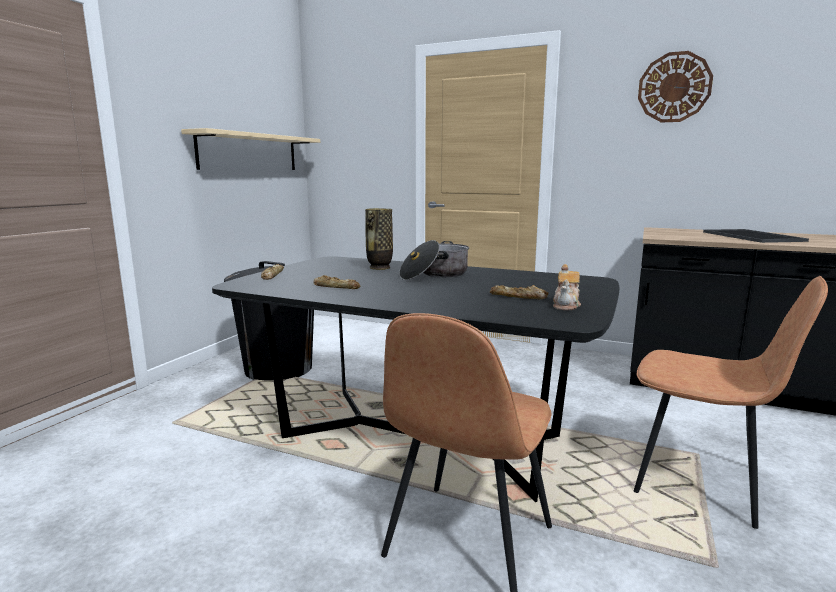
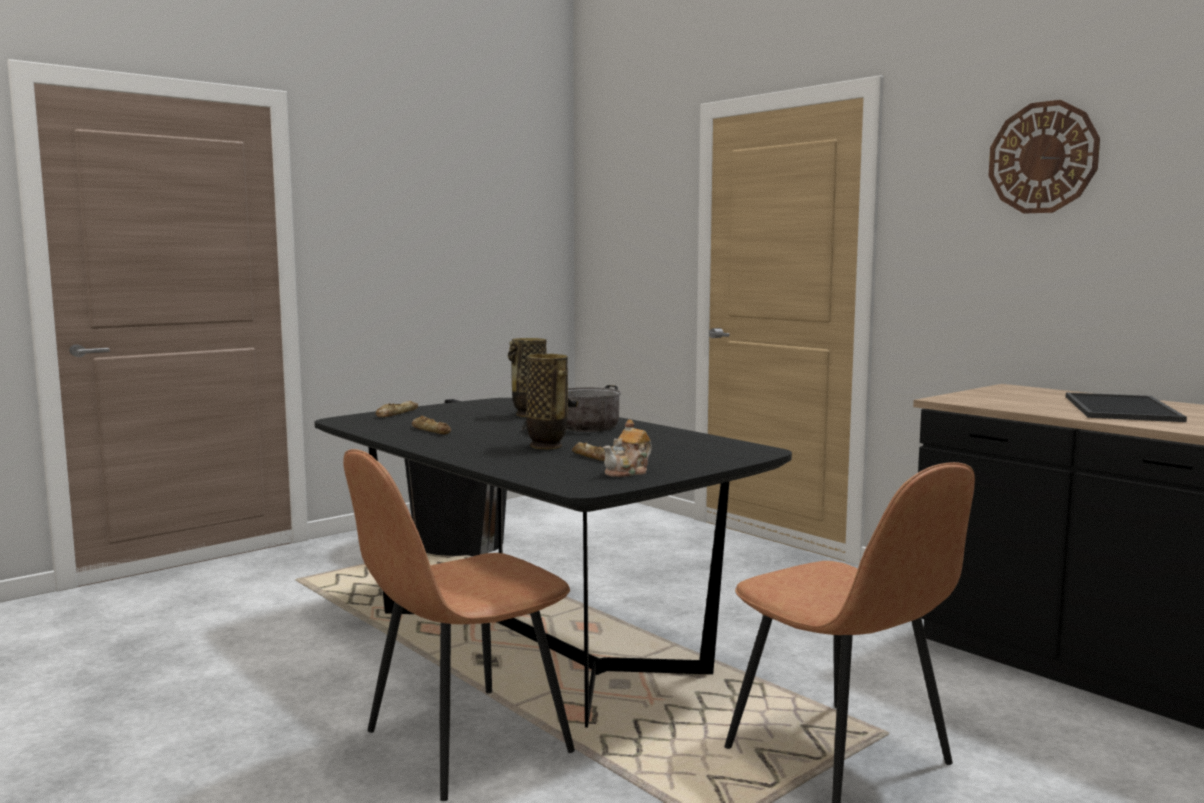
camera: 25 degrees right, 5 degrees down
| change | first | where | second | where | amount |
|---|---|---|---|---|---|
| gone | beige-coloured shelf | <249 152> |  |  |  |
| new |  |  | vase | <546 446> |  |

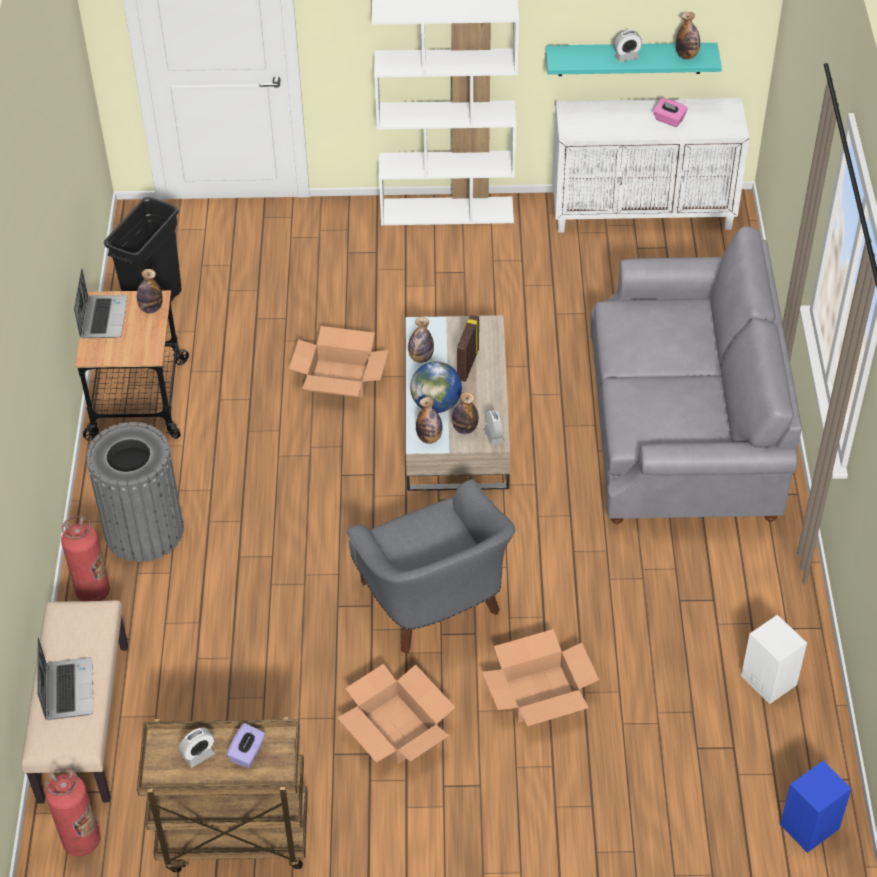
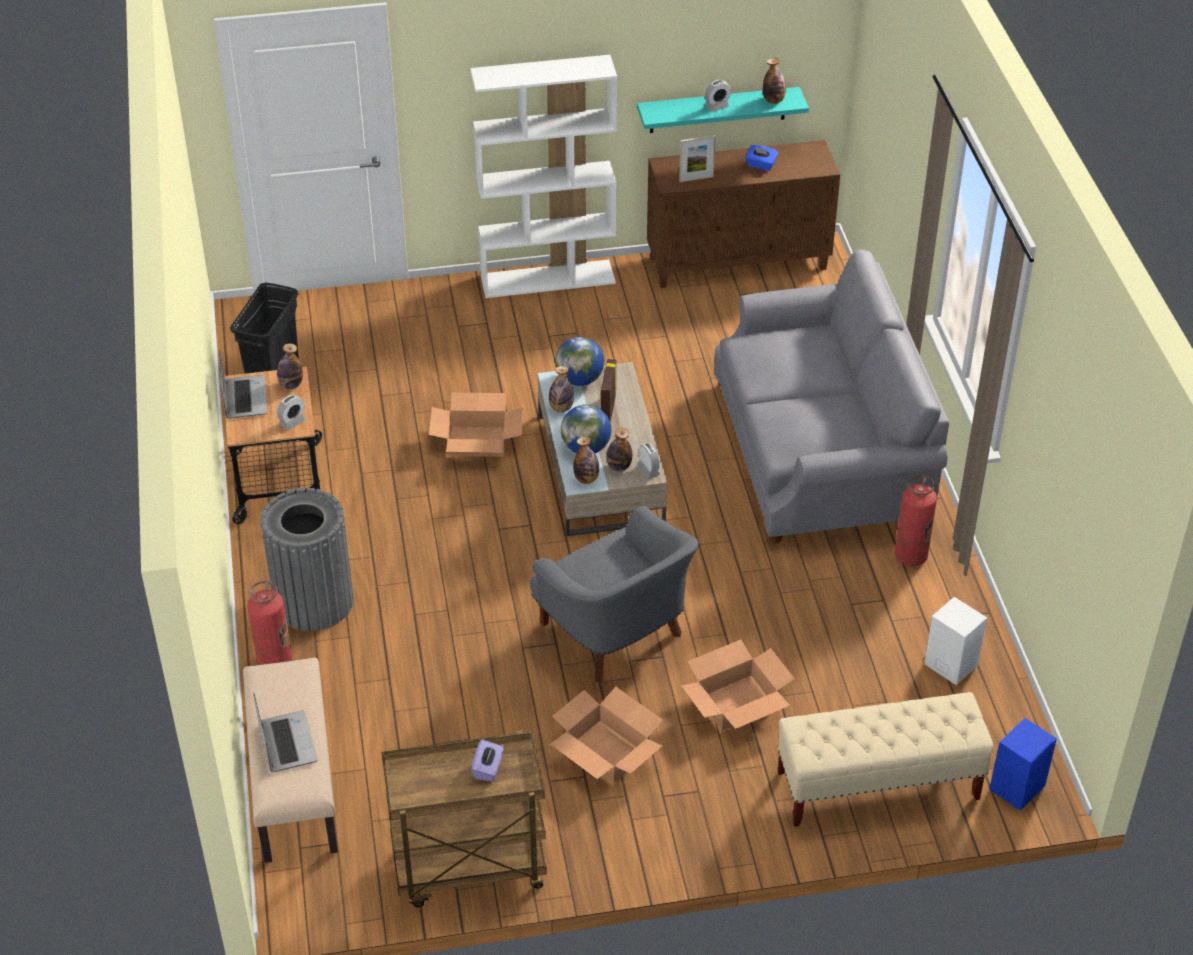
camera: 10 degrees left, 5 degrees down
| change | first | where | second | where | amount |
|---|---|---|---|---|---|
| repainted | white cabinet | <643 212> | brown cabinet | <739 262> |  |
| repainted | pinkish tissue holder | <669 120> | blue tissue holder | <760 165> |  |
| shifted | alarm clock | <198 755> |  | <292 422> |  |
| shifted | fire extinguisher | <81 841> |  | <910 556> |  |
| new |  |  | picture frame | <696 179> |  |
| new |  |  | world globe | <579 379> |  |
| new |  |  | beige-coloured indoor bench | <877 786> |  |

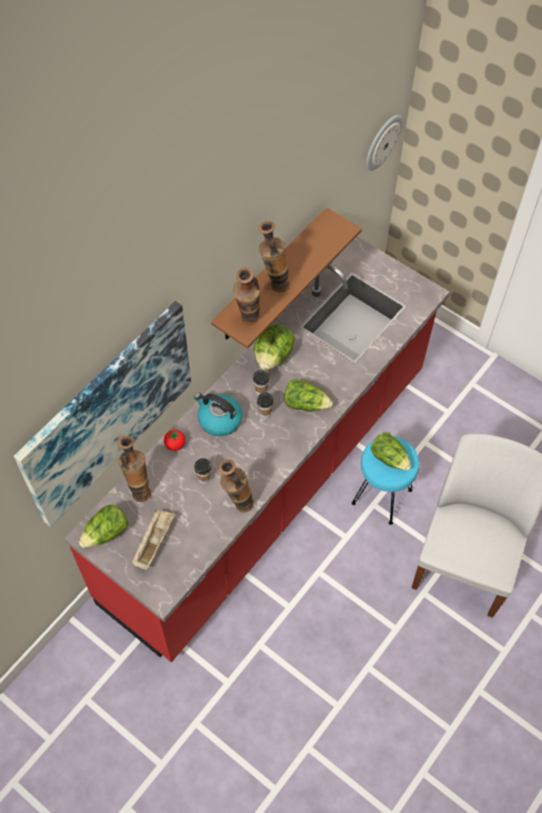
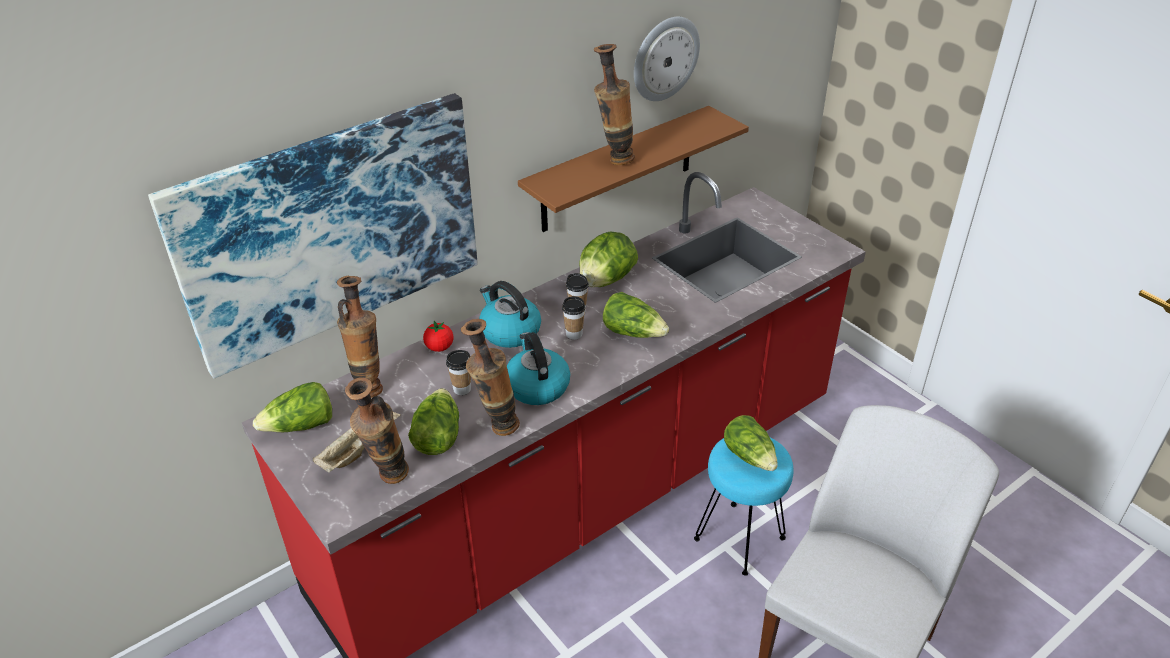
camera: 15 degrees right, 20 degrees down
| change | first | where | second | where | amount |
|---|---|---|---|---|---|
| shifted | hanging clock | <382 142> |  | <665 58> |  |
| shifted | vase | <248 323> |  | <387 480> |  |
| new |  |  | tea kettle | <536 386> |  |
| new |  |  | lettuce | <437 435> |  |

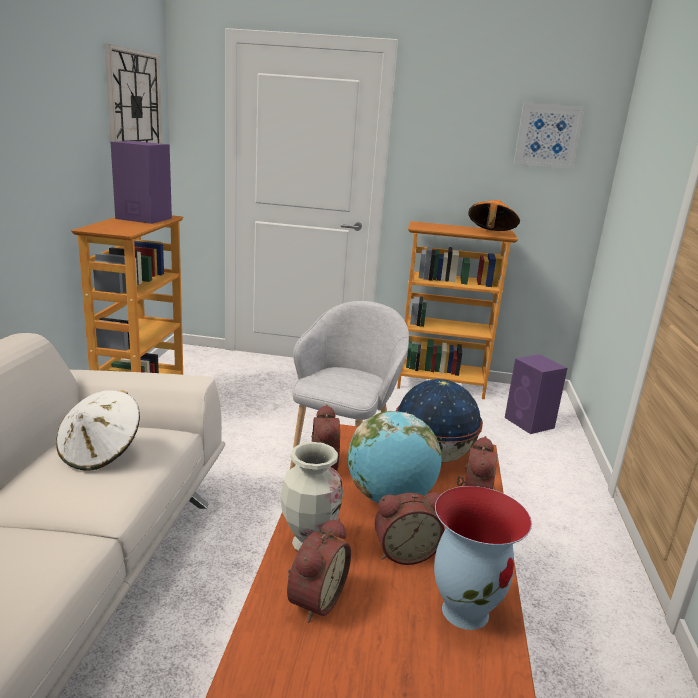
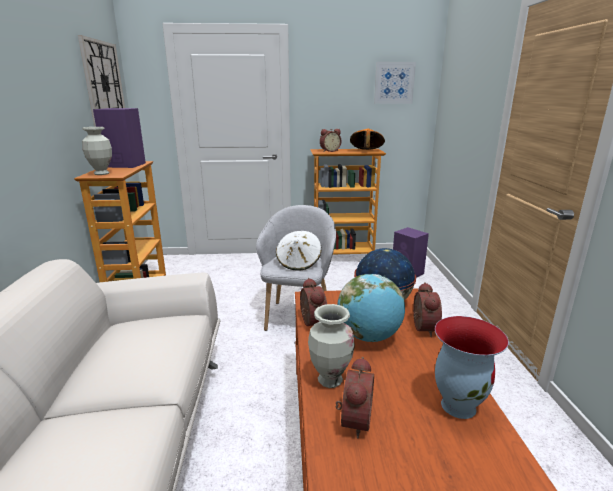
camera: 10 degrees left, 0 degrees up
| change | first | where | second | where | amount |
|---|---|---|---|---|---|
| shifted | white wearable hat | <100 452> |  | <299 263> |  |
| shifted | alarm clock | <404 552> |  | <329 151> |  |
| new |  |  | vase | <101 174> |  |

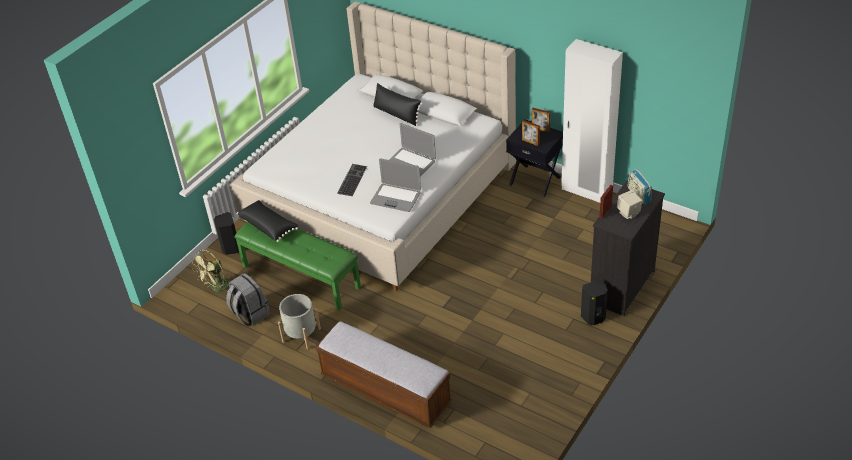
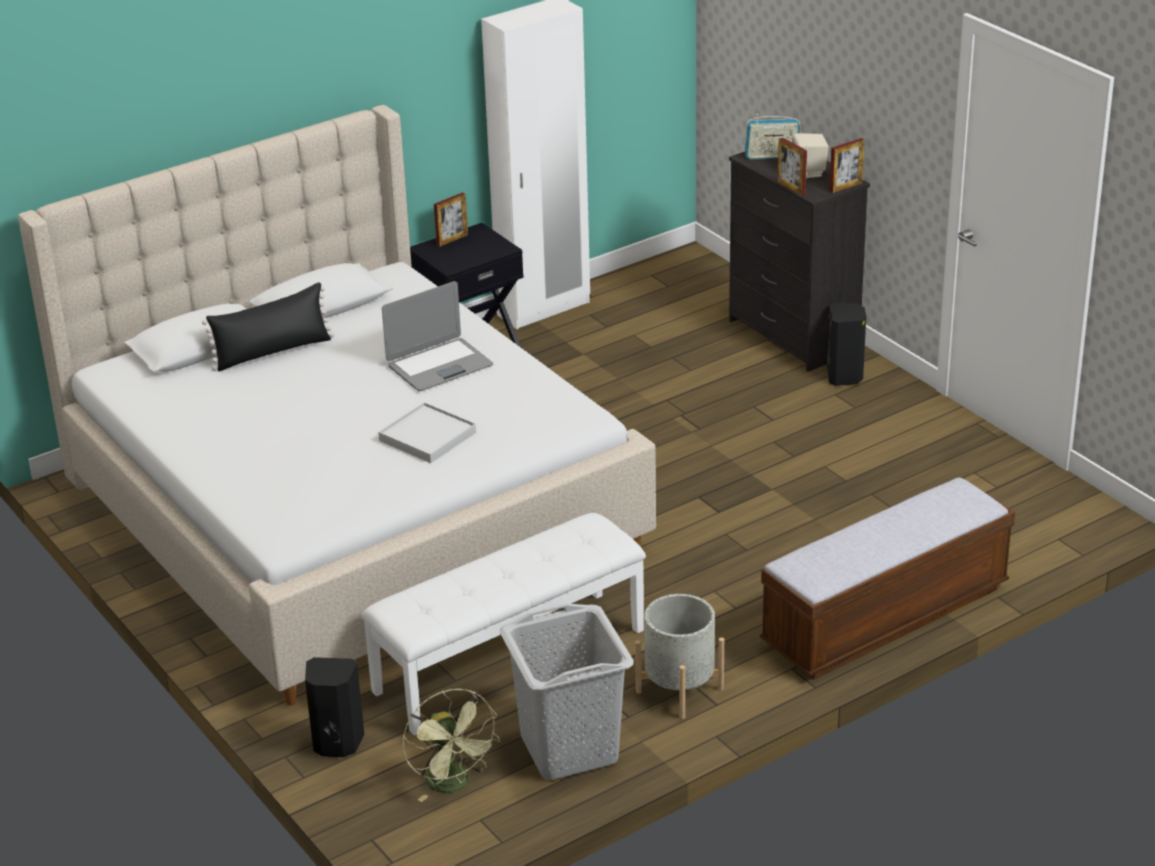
camera: 70 degrees left, 10 degrees down
| change | first | where | second | where | amount |
|---|---|---|---|---|---|
| shifted | picture frame | <530 142> |  | <846 187> |  |
| gone | laptop | <396 198> |  |  |  |
| swapped | computer keyboard | <351 179> | white serving tray | <427 436> |  |
| gone | black-coloured throw pillow | <269 226> |  |  |  |
| repainted | green-coloured indoor bench | <301 276> | white indoor bench | <509 659> |  |
| swapped | grey rucksack | <250 314> | grey hamper | <569 749> |  |

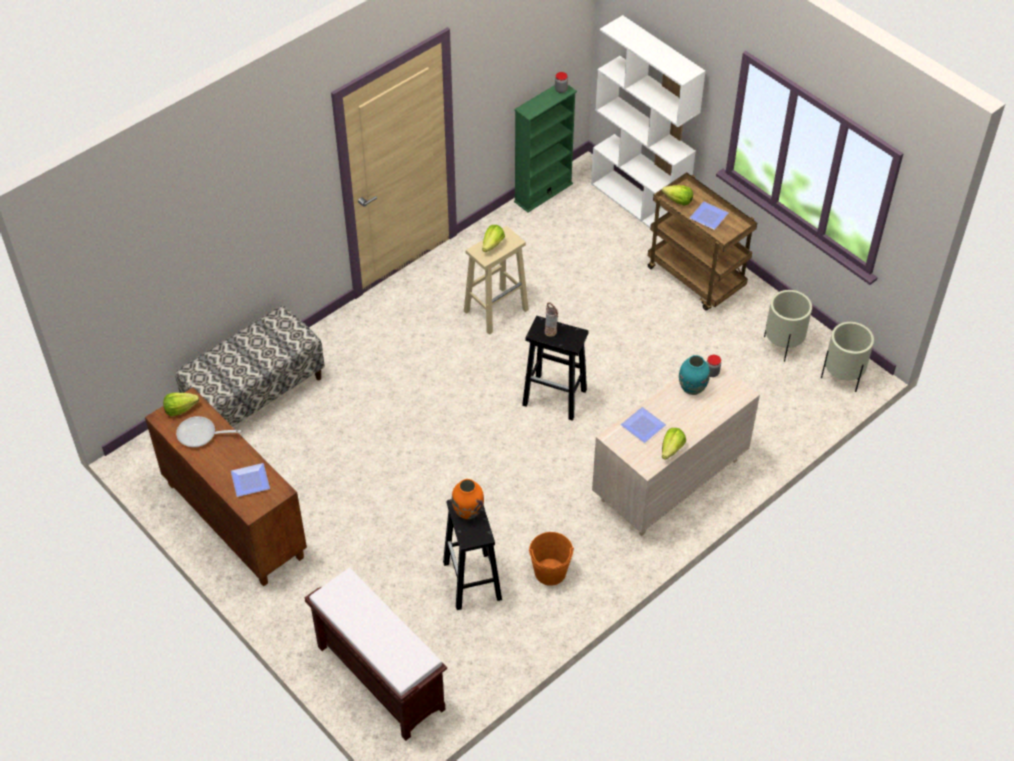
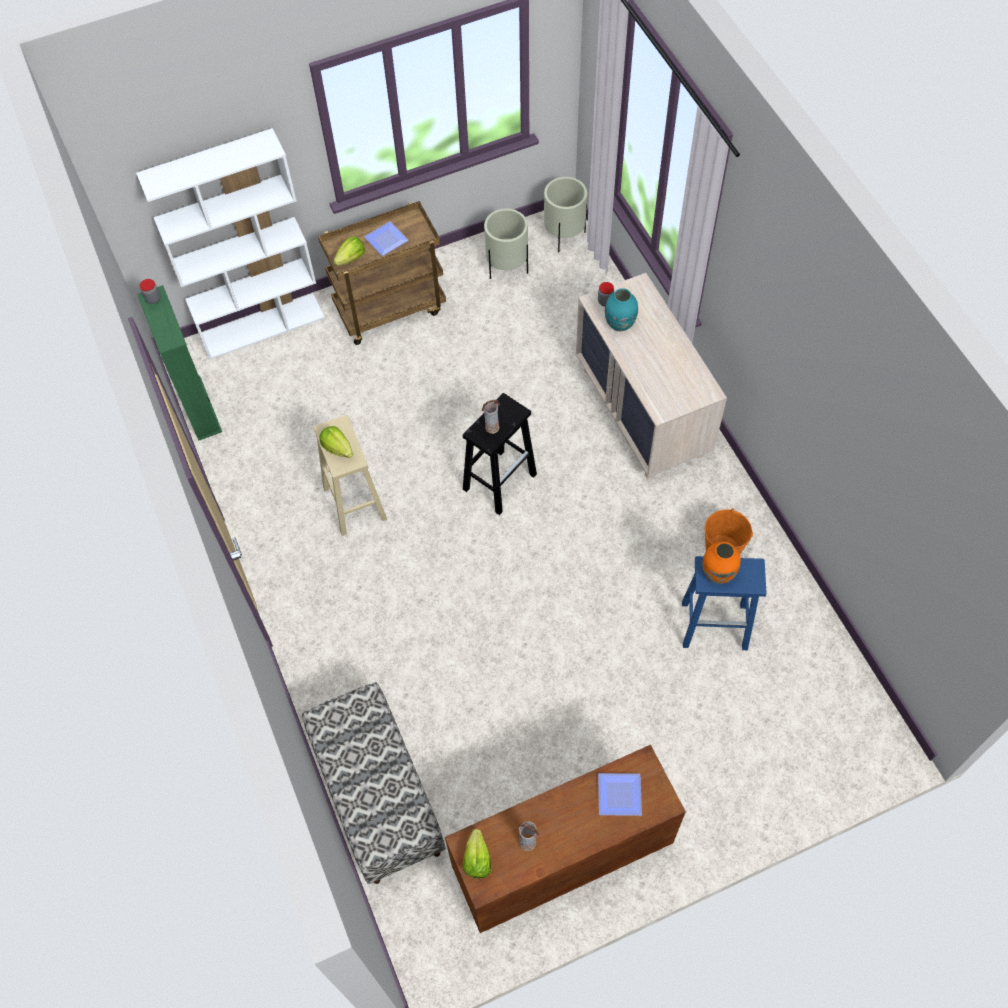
camera: 70 degrees left, 10 degrees up
| change | first | where | second | where | amount |
|---|---|---|---|---|---|
| gone | plate | <643 427> |  |  |  |
| swapped | pan | <200 435> | vase | <528 841> |  |
| gone | lettuce | <671 449> |  |  |  |
| repainted | black-coloured sitting stool | <472 582> | blue sitting stool | <715 625> |  |
| gone | brown indoor bench | <379 677> |  |  |  |

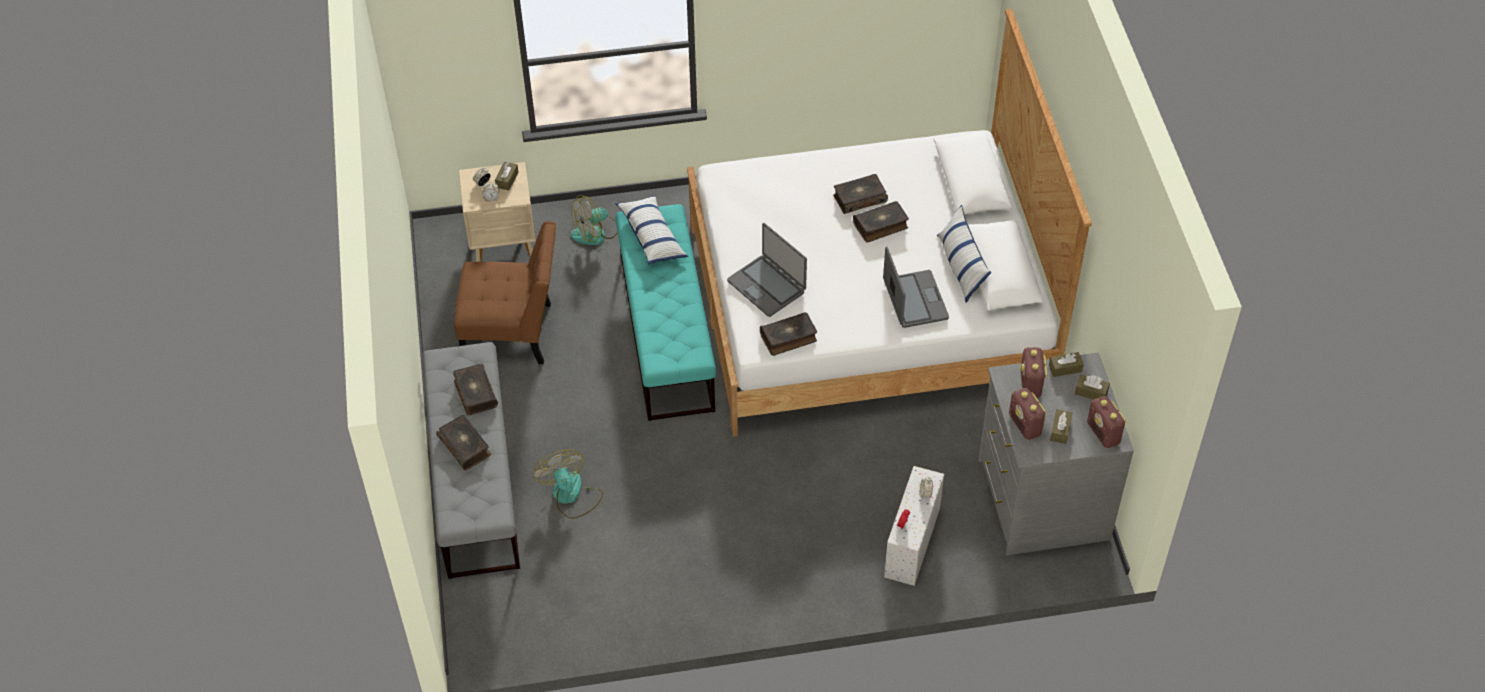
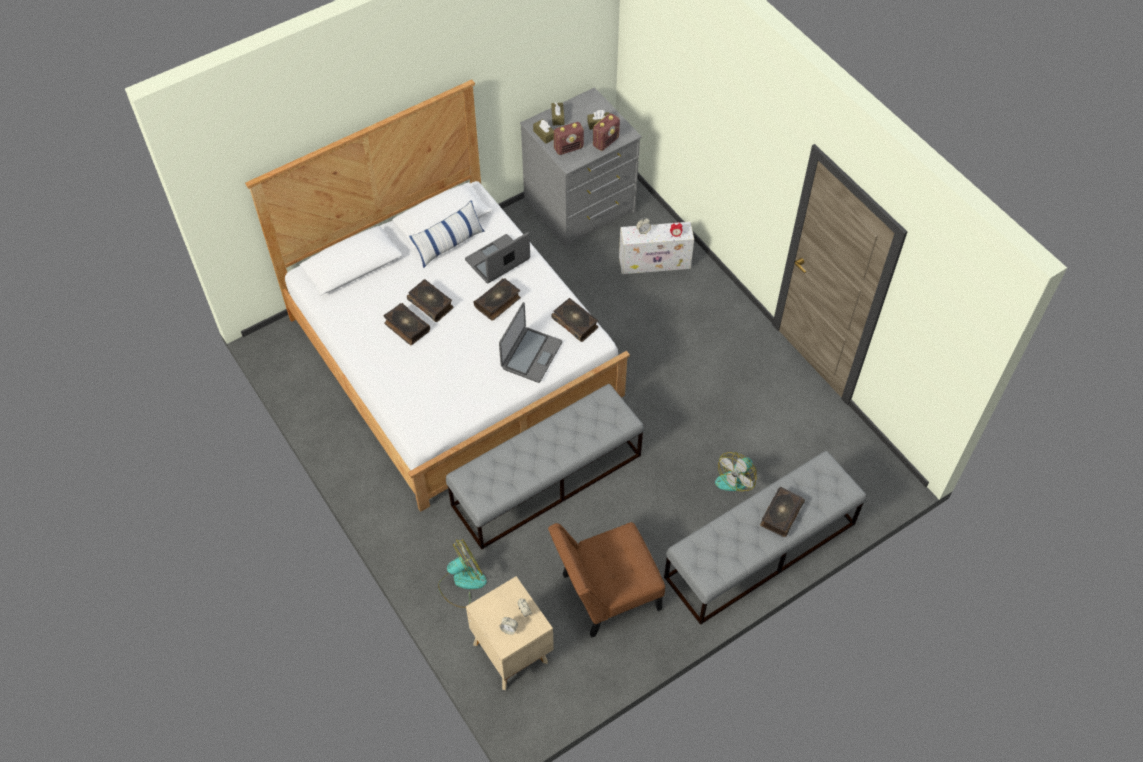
camera: 115 degrees left, 5 degrees up
| change | first | where | second | where | amount |
|---|---|---|---|---|---|
| gone | brown tissue holder | <507 180> |  |  |  |
| rotated | cooling fan | <596 232> |  | <462 582> | 60 degrees counterclockwise |
| gone | throw pillow | <652 237> |  |  |  |
| repainted | blue-green indoor bench | <666 332> | grey indoor bench | <547 480> |  |
| rotated | brown plain chair | <513 333> |  | <605 594> | 90 degrees counterclockwise |
| shifted | book | <475 394> |  | <498 302> |  |
| gone | radio set | <1103 434> |  |  |  |

